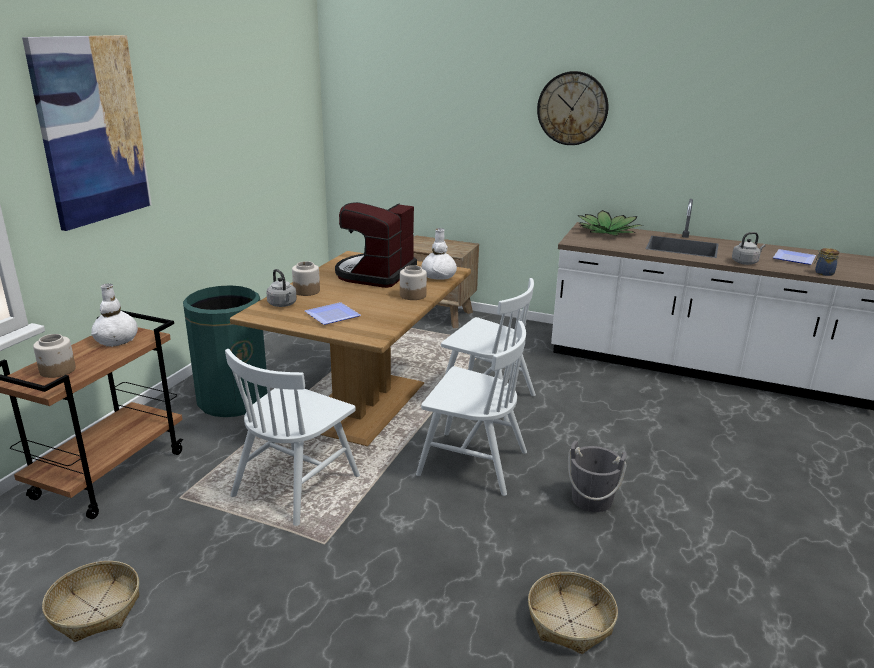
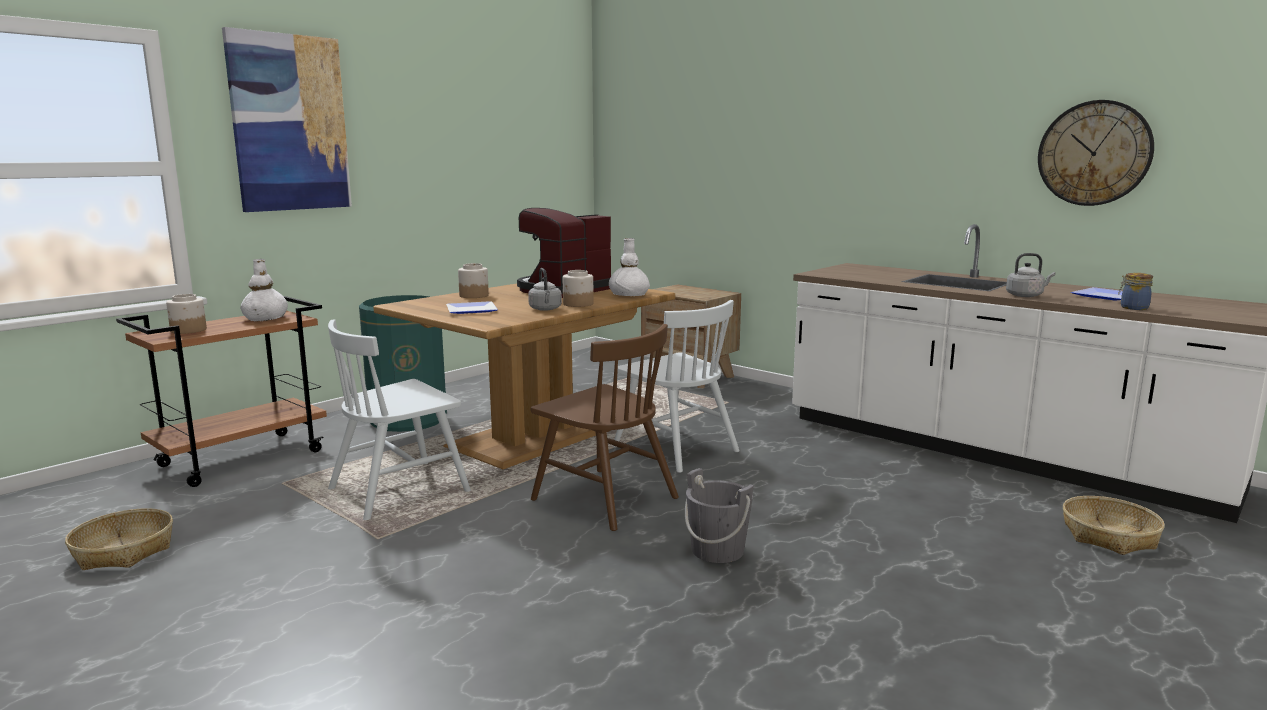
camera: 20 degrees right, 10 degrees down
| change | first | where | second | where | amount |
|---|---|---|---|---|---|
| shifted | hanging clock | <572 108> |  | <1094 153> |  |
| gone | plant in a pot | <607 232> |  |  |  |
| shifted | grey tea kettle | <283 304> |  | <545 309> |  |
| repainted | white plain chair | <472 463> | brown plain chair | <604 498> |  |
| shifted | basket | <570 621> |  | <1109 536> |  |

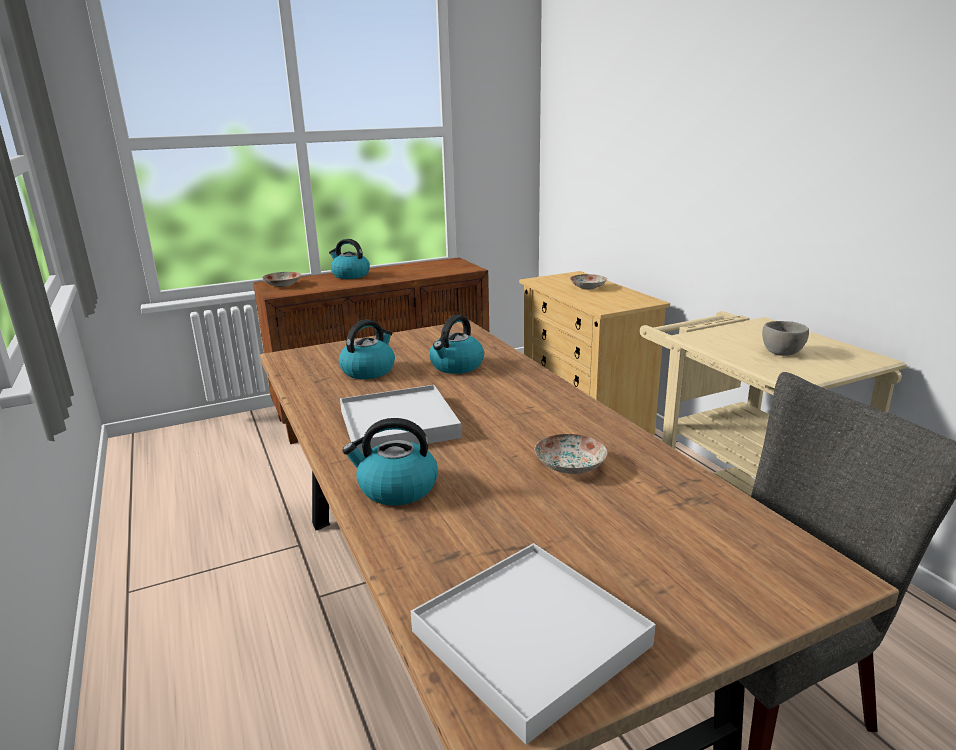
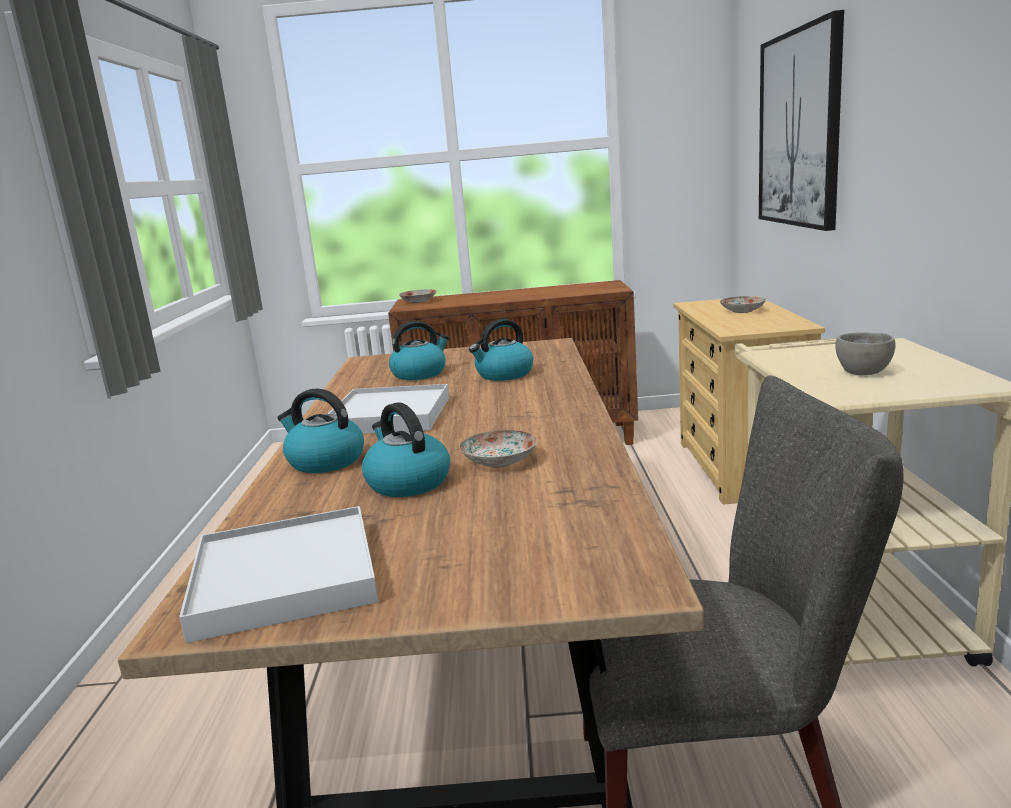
camera: 25 degrees right, 5 degrees down
| change | first | where | second | where | amount |
|---|---|---|---|---|---|
| shifted | tea kettle | <350 275> |  | <407 483> |  |
| new |  |  | wall picture | <799 129> |  |

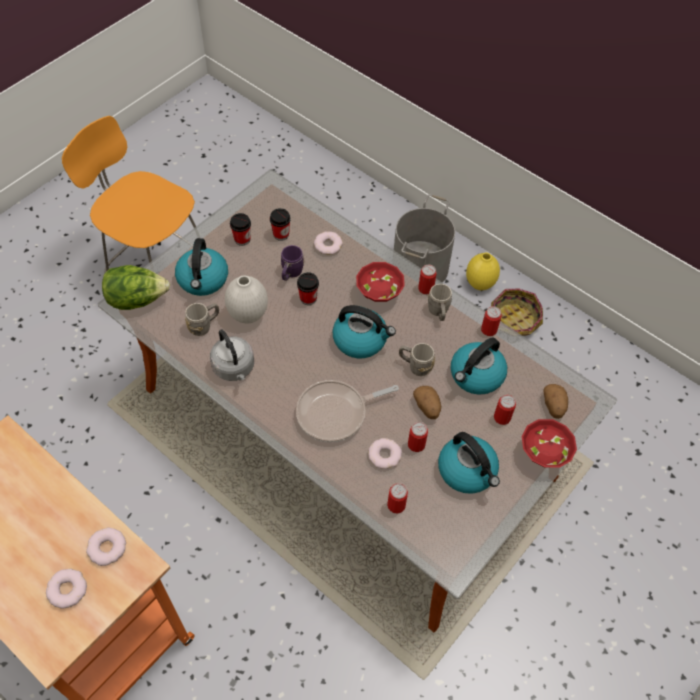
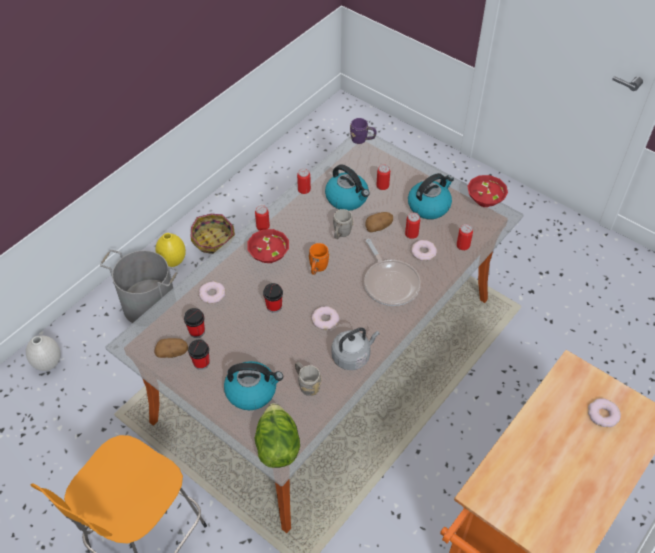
camera: 90 degrees left, 5 degrees down
| change | first | where | second | where | amount |
|---|---|---|---|---|---|
| shifted | purplish tea mug | <290 274> |  | <362 140> |  |
| shifted | white vase | <247 315> |  | <48 364> |  |
| gone | grey tea mug | <438 312> |  |  |  |
| swapped | tea kettle | <361 340> | orange-coloured tea mug | <317 268> |  |
| shifted | potato | <553 406> |  | <172 353> |  |
| shifted | reddish serving bowl | <542 453> |  | <484 202> |  |
| shifted | doughnut | <107 548> |  | <325 320> |  |

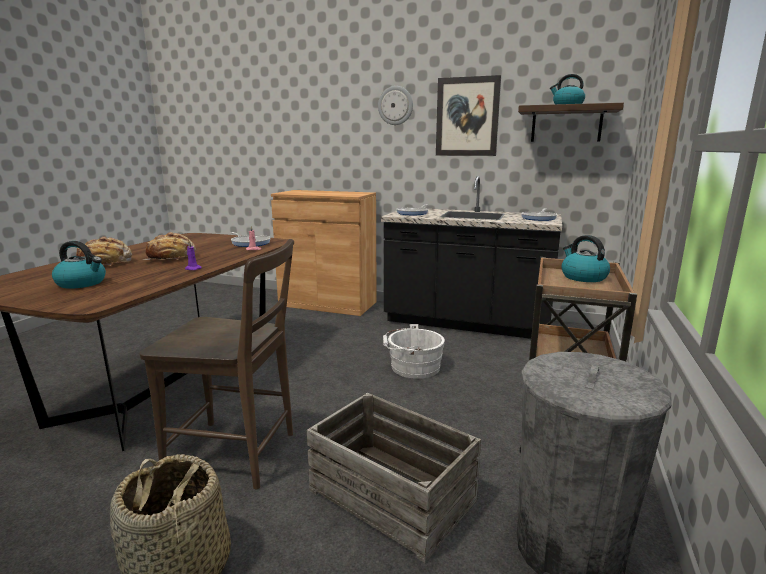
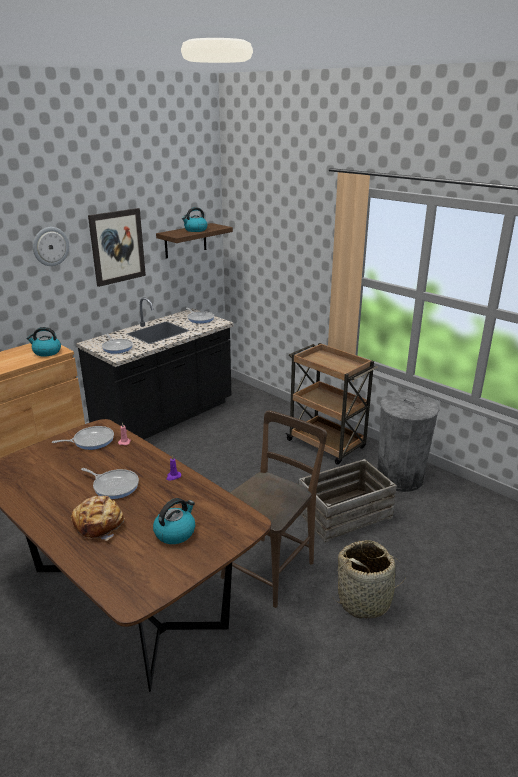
camera: 65 degrees left, 10 degrees up
| change | first | where | second | where | amount |
|---|---|---|---|---|---|
| swapped | bakery bread | <172 258> | pan | <114 486> |  |
| shifted | tea kettle | <582 277> |  | <46 352> |  |
| gone | white pail | <412 367> |  |  |  |

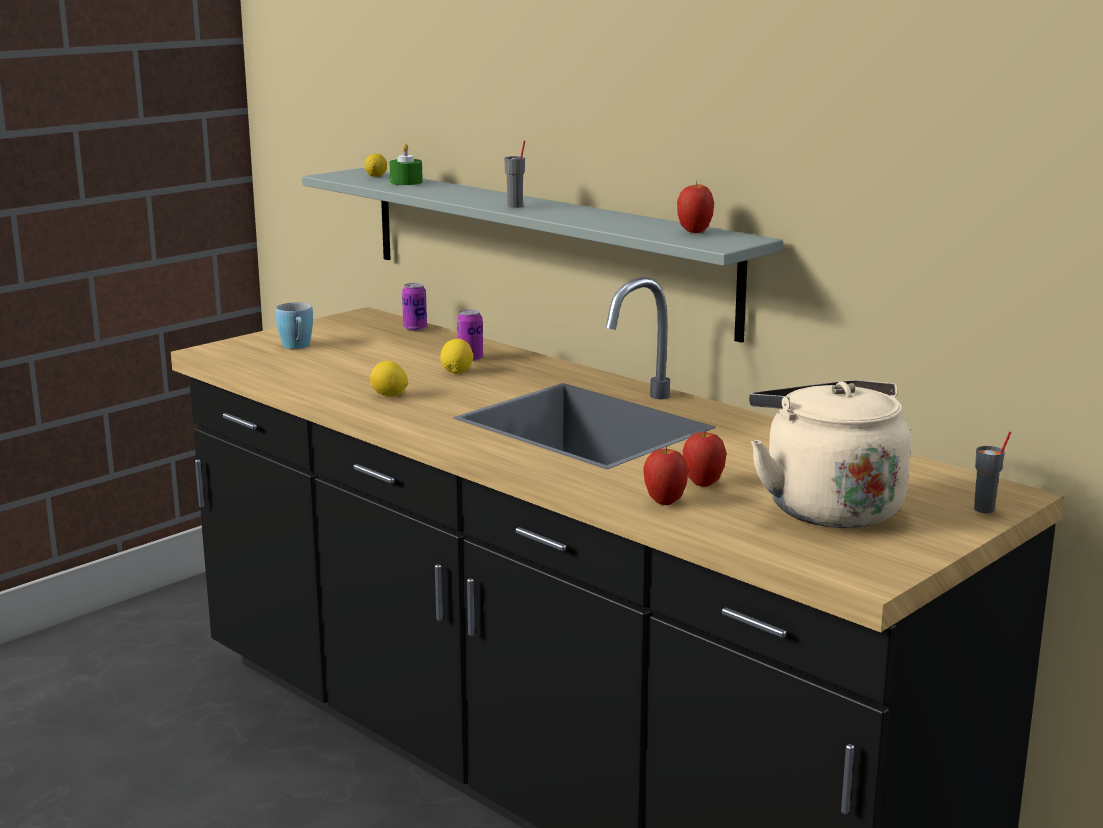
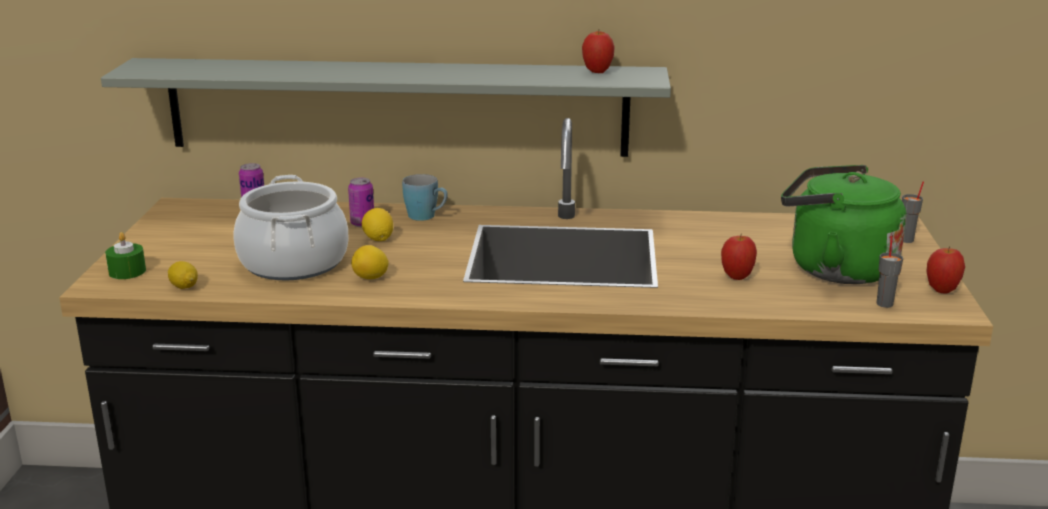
camera: 40 degrees left, 5 degrees up
| change | first | where | second | where | amount |
|---|---|---|---|---|---|
| shifted | grey small cup | <515 206> |  | <885 303> |  |
| shifted | green-coloured candle | <406 182> |  | <127 271> |  |
| shifted | lemon | <376 176> |  | <184 286> |  |
| shifted | blue tea mug | <297 347> |  | <427 217> |  |
| repainted | beige-coloured tea kettle | <826 507> | green-coloured tea kettle | <834 268> |  |
| shifted | apple | <664 502> |  | <941 290> |  |
| new |  |  | saucepot | <293 263> |  |

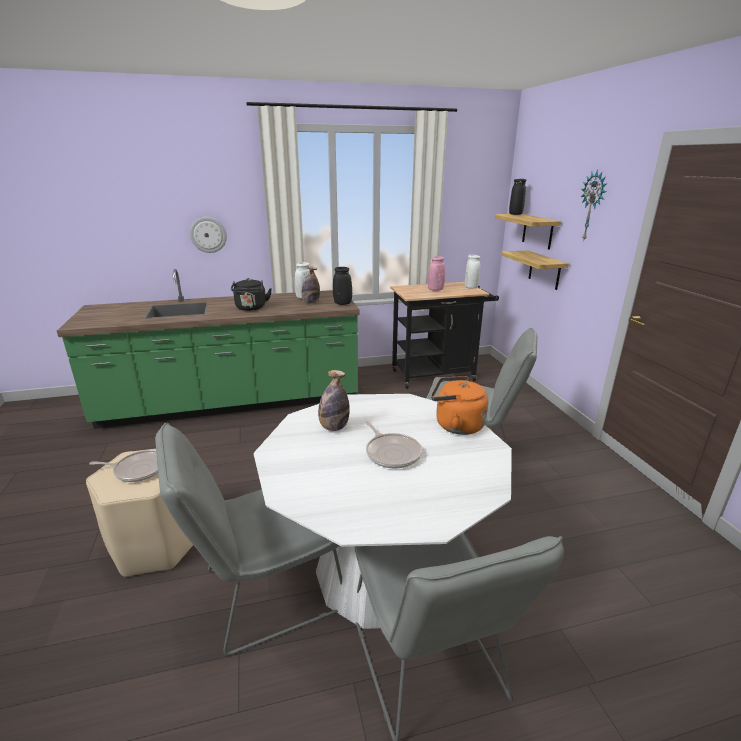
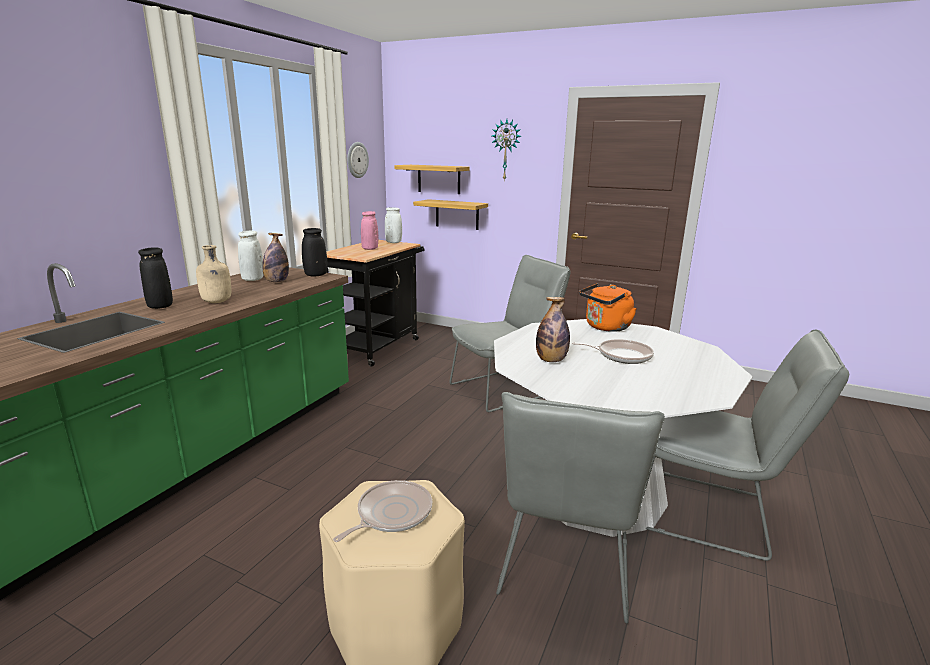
camera: 50 degrees left, 5 degrees down
| change | first | where | second | where | amount |
|---|---|---|---|---|---|
| shifted | black-coloured vase | <515 214> |  | <160 306> |  |
| shifted | hanging clock | <208 234> |  | <357 160> |  |
| swapped | black-coloured tea kettle | <251 308> | beige-coloured bottle | <217 302> |  |

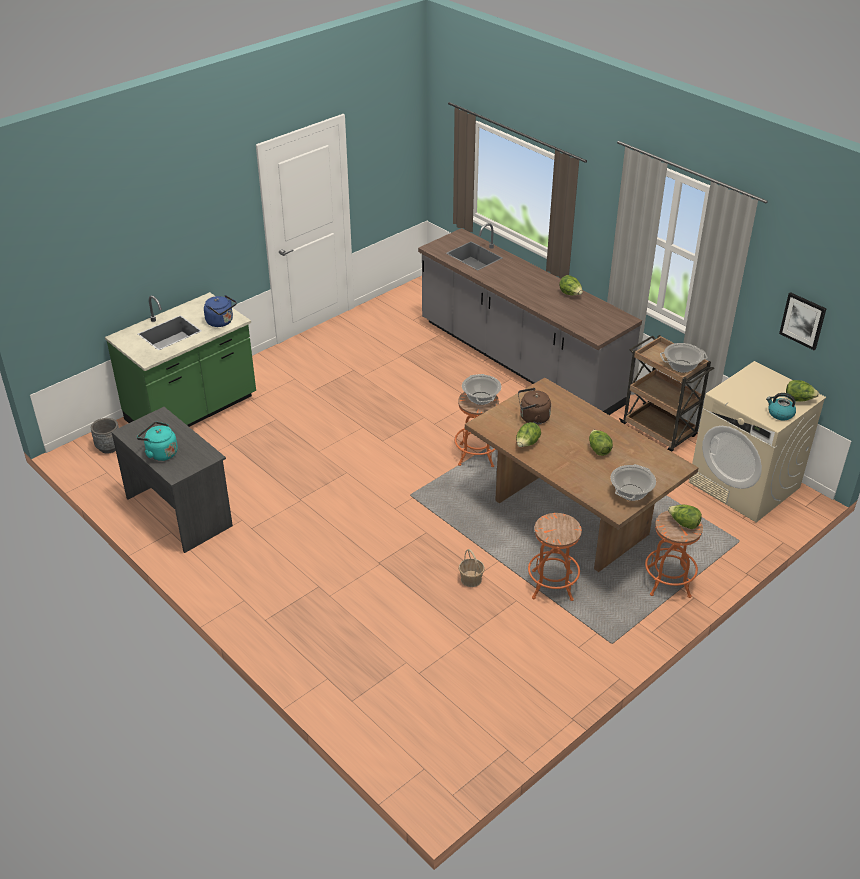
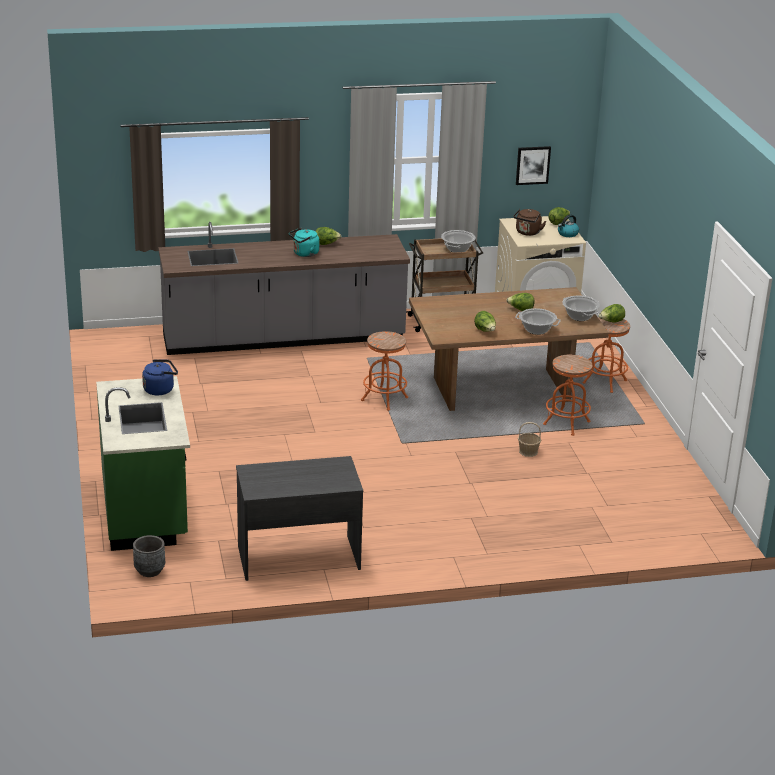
camera: 60 degrees left, 10 degrees down
| change | first | where | second | where | amount |
|---|---|---|---|---|---|
| shifted | saucepot | <480 398> |  | <536 330> |  |
| shifted | brown tea kettle | <532 418> |  | <527 233> |  |
| shifted | blue-green tea kettle | <160 453> |  | <304 254> |  |

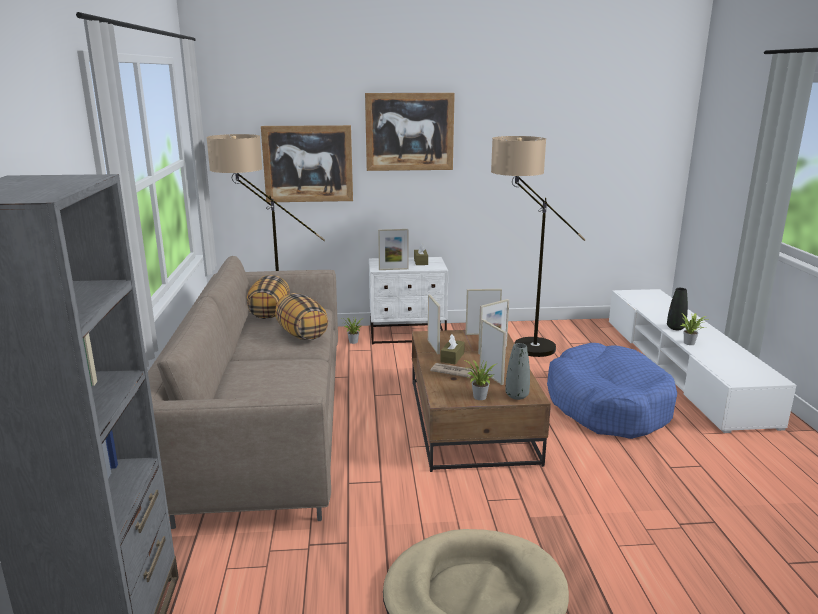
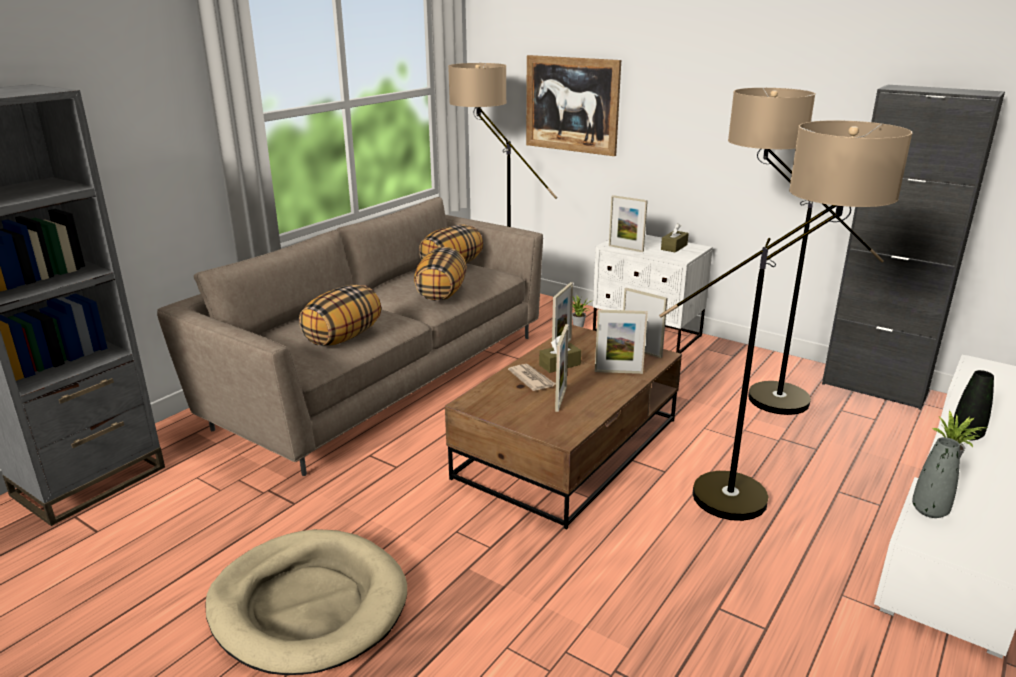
camera: 40 degrees right, 5 degrees up
| change | first | where | second | where | amount |
|---|---|---|---|---|---|
| gone | wall picture | <409 132> |  |  |  |
| shifted | grey vase | <517 396> |  | <929 511> |  |
| swapped | blue pet bed | <607 405> | standard lamp | <760 502> |  |
| gone | plant in a pot | <479 398> |  |  |  |
| new |  |  | black-coloured cabinet | <874 388> |  |
| new |  |  | throw pillow | <343 337> |  |

